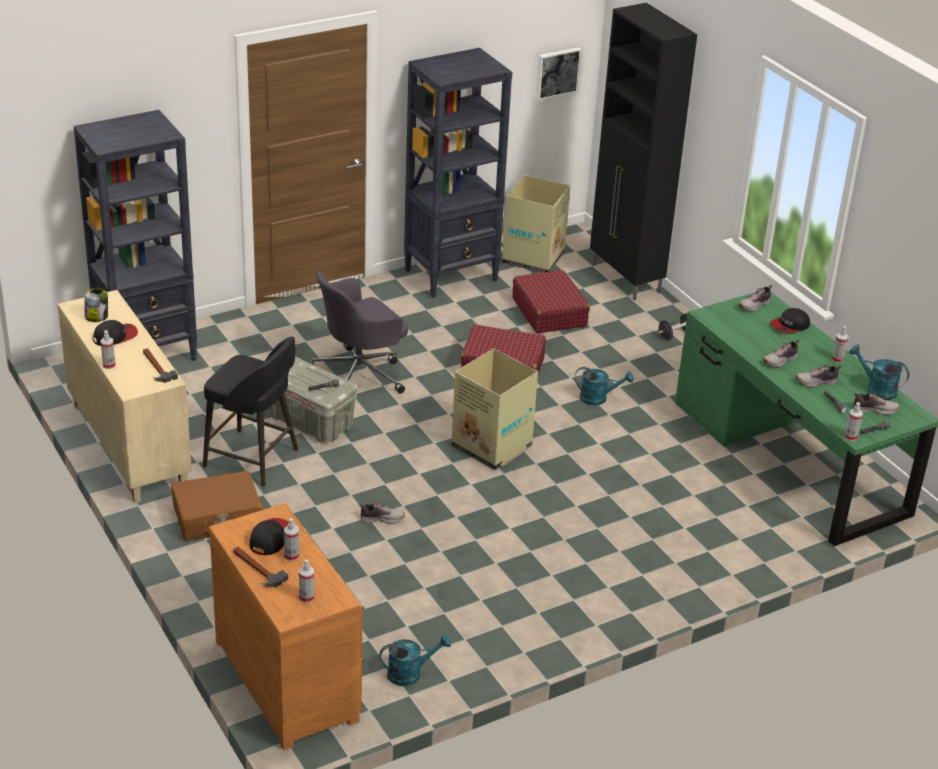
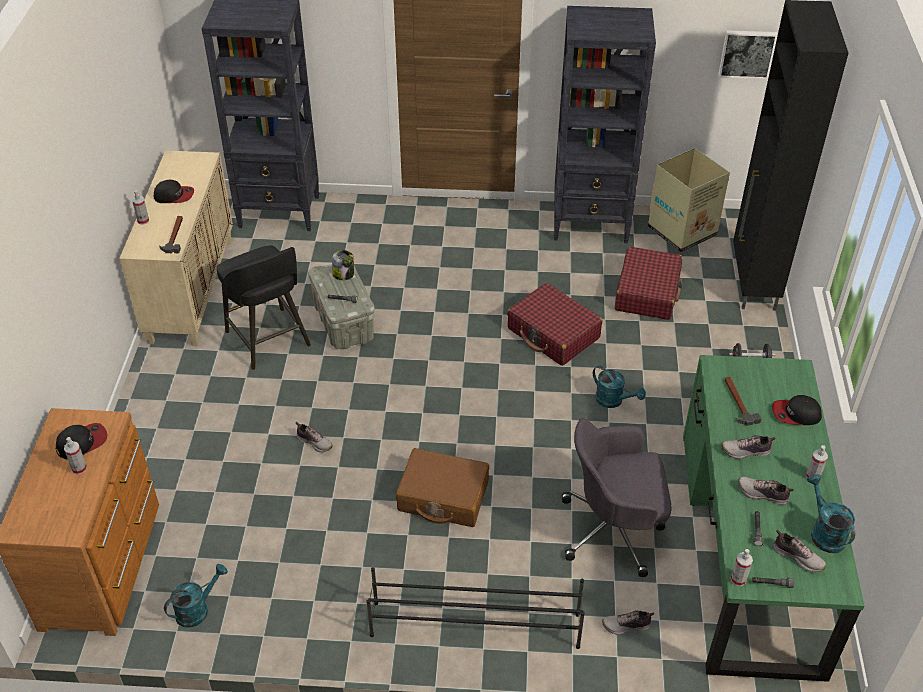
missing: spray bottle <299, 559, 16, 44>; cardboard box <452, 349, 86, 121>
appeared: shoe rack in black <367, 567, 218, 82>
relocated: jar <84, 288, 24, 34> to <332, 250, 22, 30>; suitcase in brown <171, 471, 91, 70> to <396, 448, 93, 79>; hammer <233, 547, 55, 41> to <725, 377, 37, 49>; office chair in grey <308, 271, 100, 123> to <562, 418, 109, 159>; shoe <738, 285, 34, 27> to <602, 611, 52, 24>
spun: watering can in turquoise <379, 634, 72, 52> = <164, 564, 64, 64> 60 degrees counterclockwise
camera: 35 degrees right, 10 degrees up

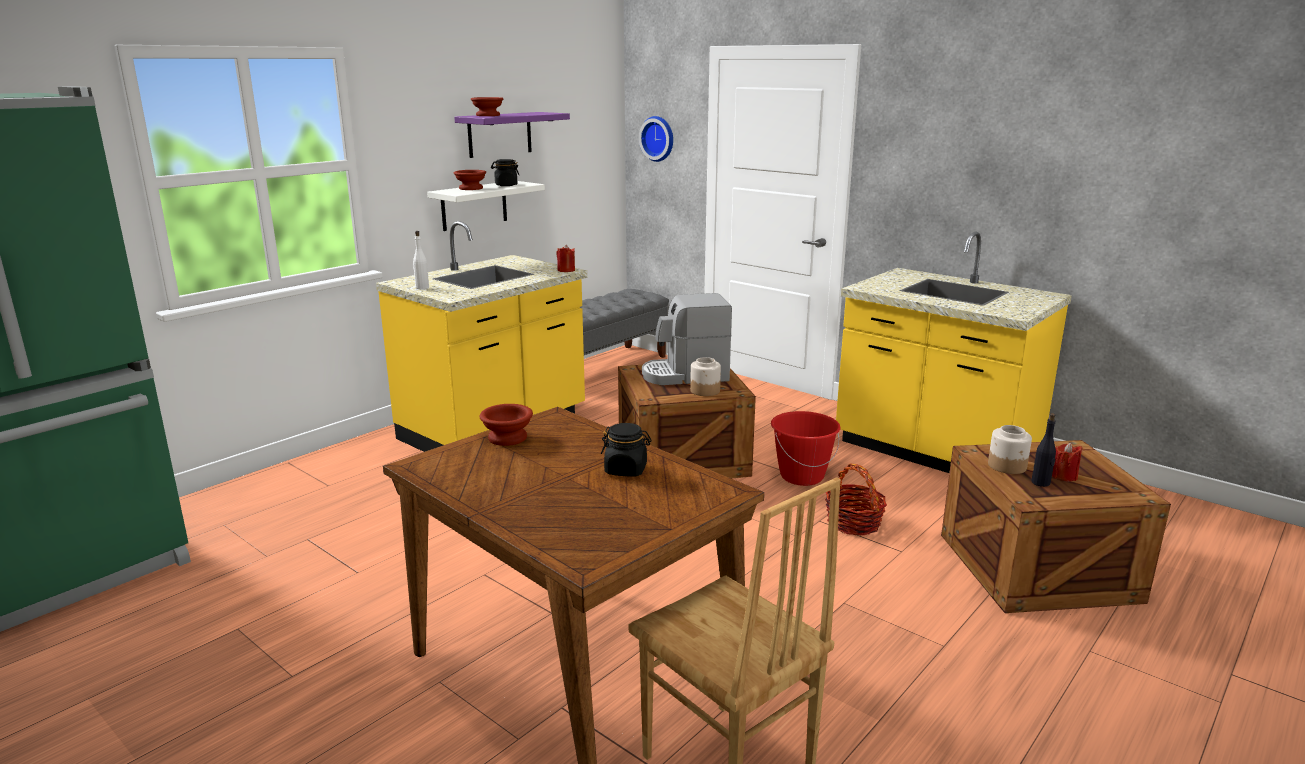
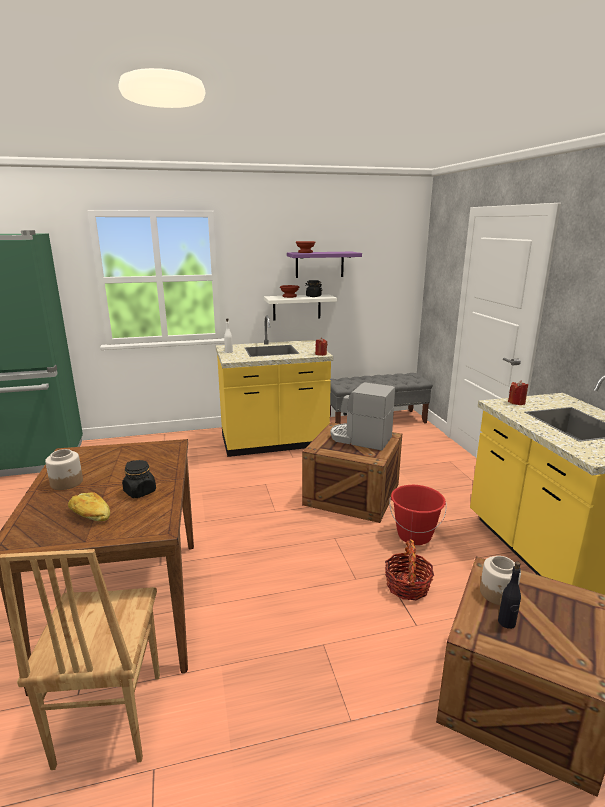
missing: bowl in brown <480, 404, 53, 42>; wall clock <639, 116, 34, 46>
appeared: bread <68, 492, 42, 29>
relocated: jar <690, 357, 31, 39> to <45, 449, 38, 41>; candle in red <1052, 442, 30, 40> to <508, 380, 20, 25>
camera: 35 degrees right, 0 degrees up

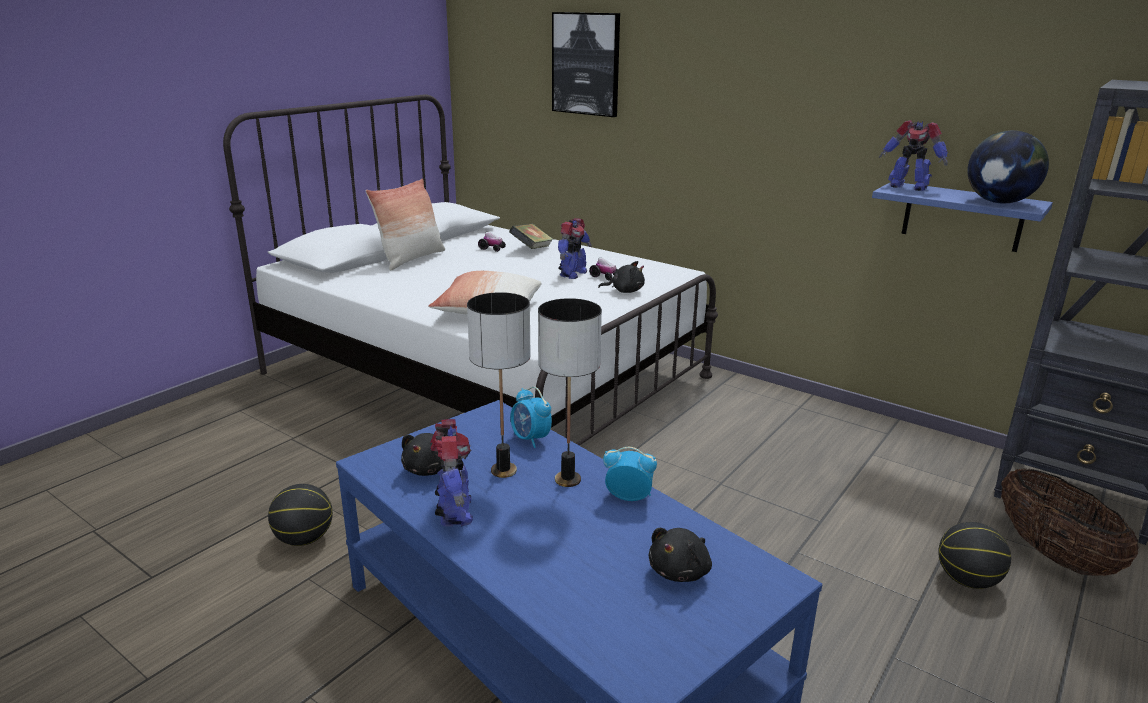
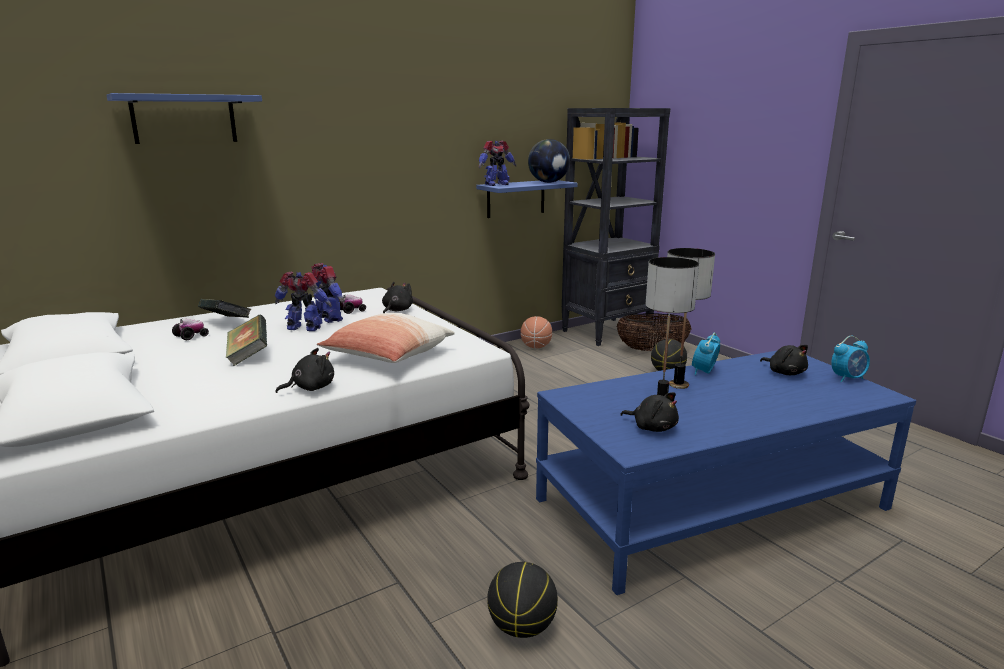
missing: pillow <366, 178, 79, 93>
appeared: book <226, 314, 41, 52>; plush toy in black <275, 348, 59, 45>; basketball <521, 316, 31, 32>
relocated: toy robot <431, 419, 42, 108> to <275, 271, 57, 60>; alarm clock <511, 387, 41, 61> to <831, 336, 39, 46>
exchanged: picture <552, 12, 68, 105> to shelf in blue <106, 93, 156, 51>
camera: 70 degrees left, 5 degrees down

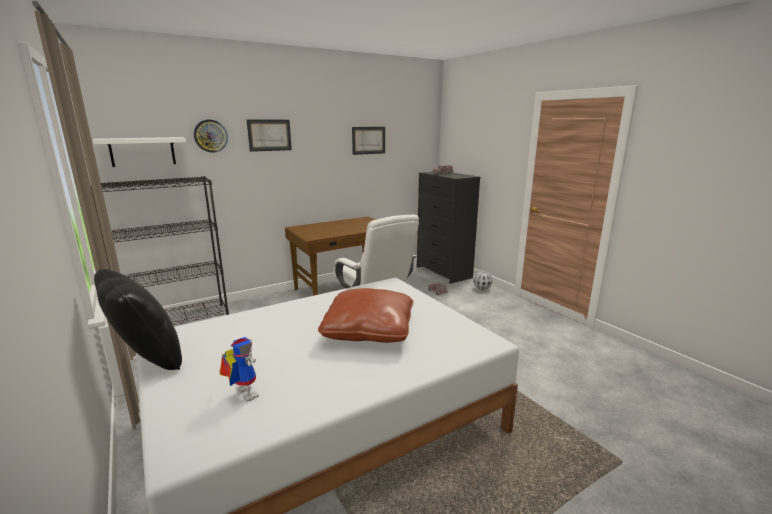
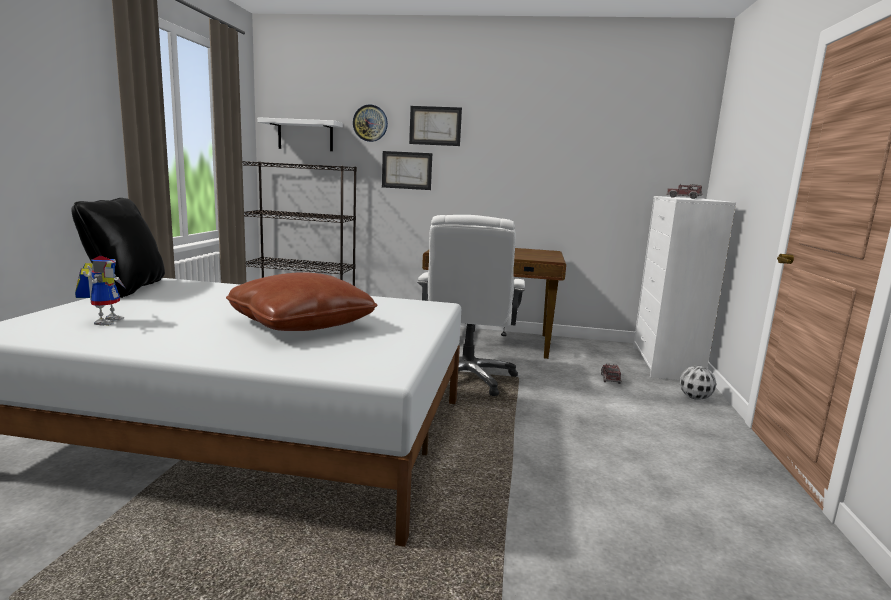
relocated: picture <352, 127, 33, 28> to <382, 151, 50, 39>
colour: dresser in black <417, 172, 64, 112> to dresser in white <633, 196, 103, 184>
camera: 40 degrees right, 5 degrees down

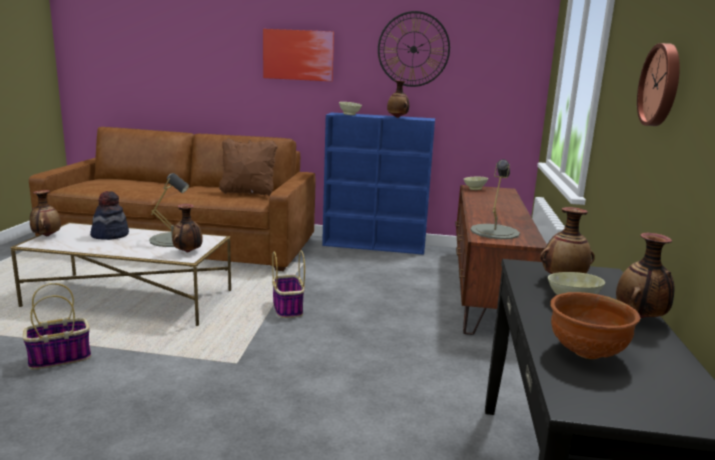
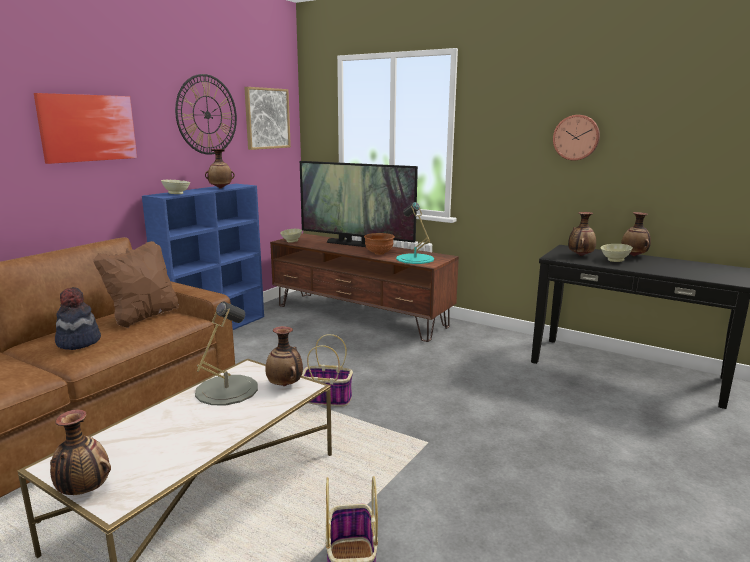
appeared: picture <244, 87, 47, 63>; television <300, 161, 118, 86>
relocated: hat <90, 191, 39, 49> to <55, 287, 46, 63>; bowl in brown <550, 292, 90, 67> to <364, 233, 31, 22>
colour: table lamp in grey <470, 159, 50, 80> to table lamp in turquoise <396, 202, 38, 62>
camera: 65 degrees left, 0 degrees up

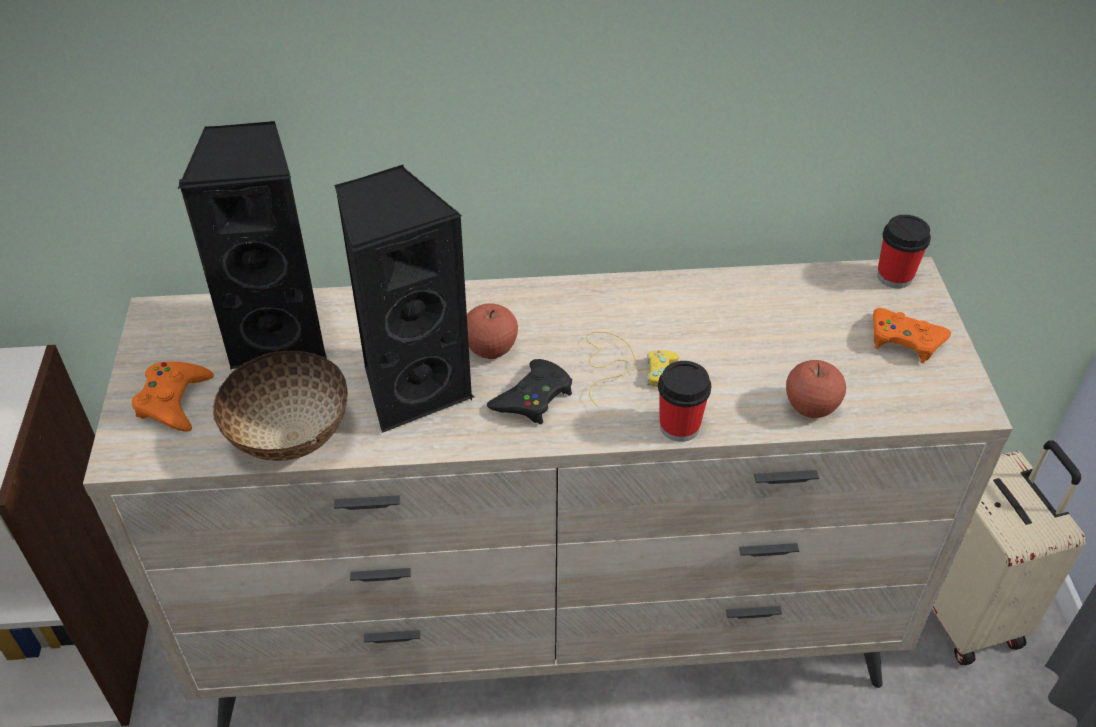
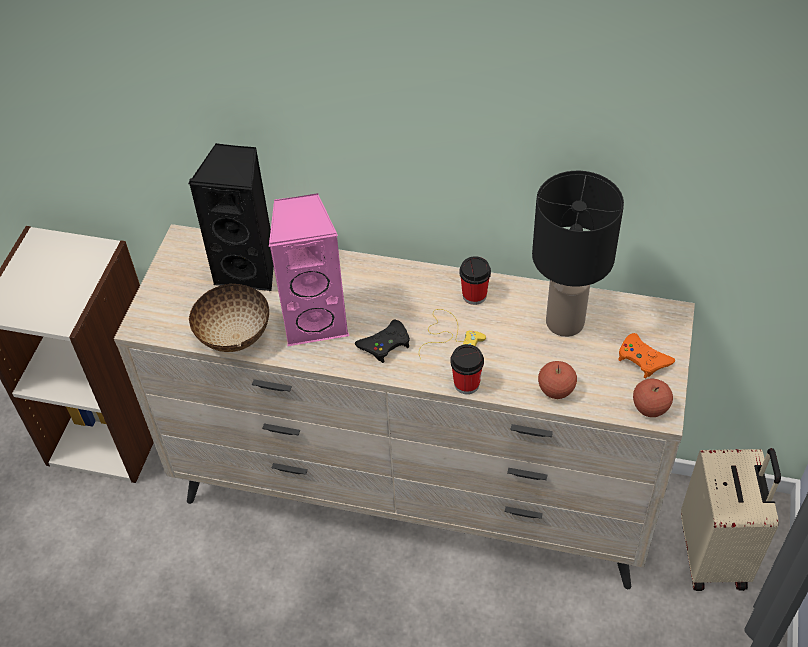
missing: game controller in orange <132, 362, 82, 70>
appeared: table lamp in black <532, 171, 92, 166>
relocated: apple <467, 303, 51, 56> to <633, 379, 40, 38>; cup <877, 215, 54, 73> to <459, 256, 32, 49>
colour: speaker in black <334, 165, 140, 268> to speaker in pink <269, 193, 80, 153>
camera: 20 degrees right, 5 degrees up

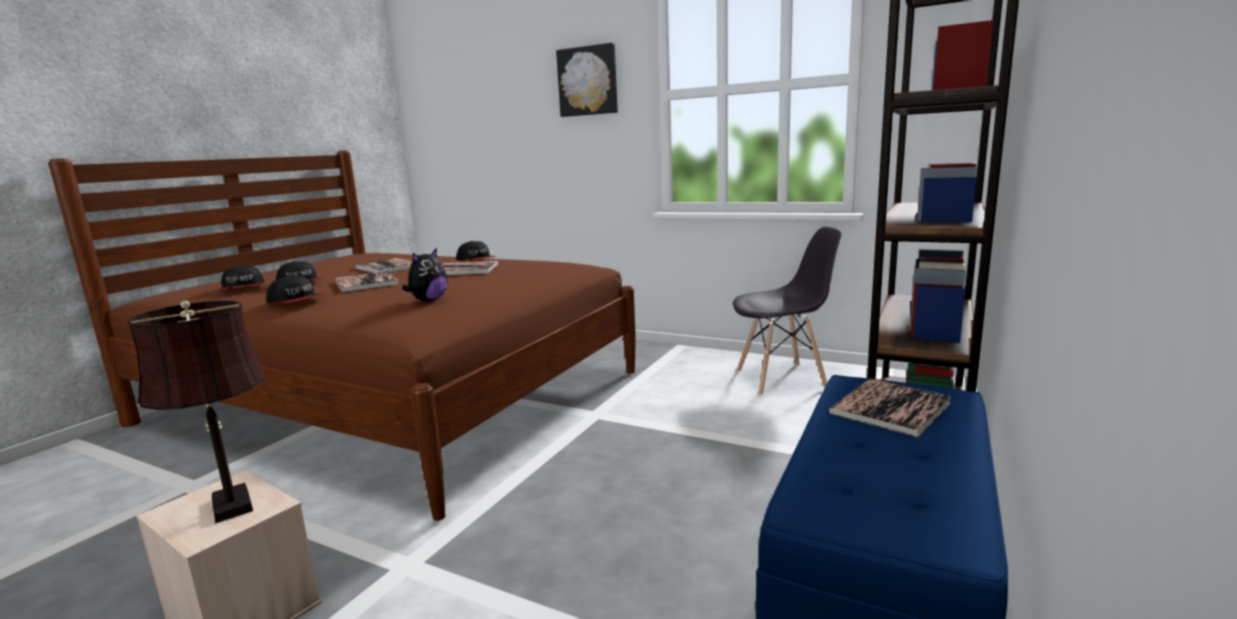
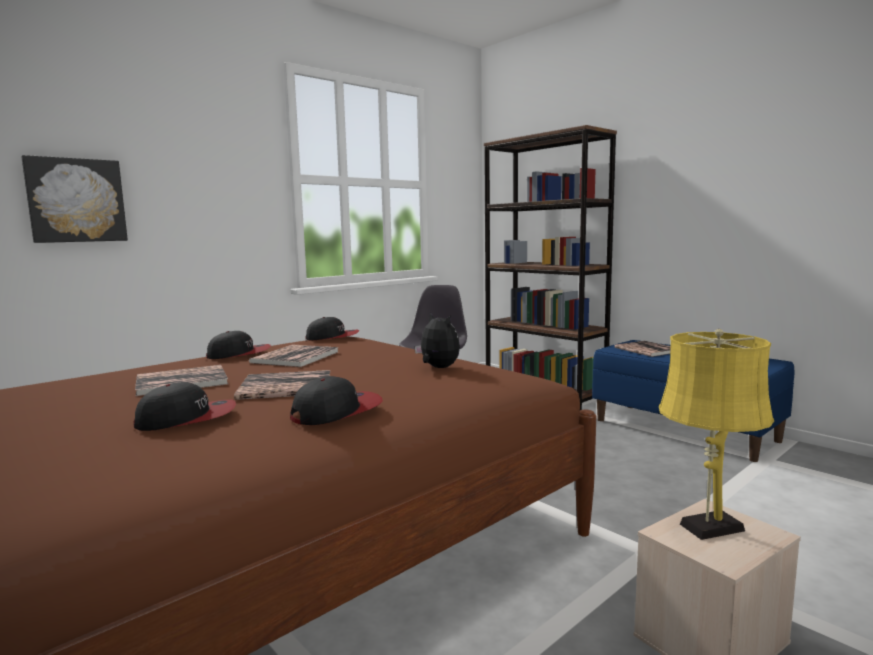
relocated: cap <219, 265, 45, 25> to <305, 317, 54, 23>; picture <556, 43, 62, 74> to <21, 155, 107, 88>
colour: table lamp in brown <127, 300, 139, 223> to table lamp in yellow <659, 329, 115, 211>
camera: 70 degrees left, 5 degrees down

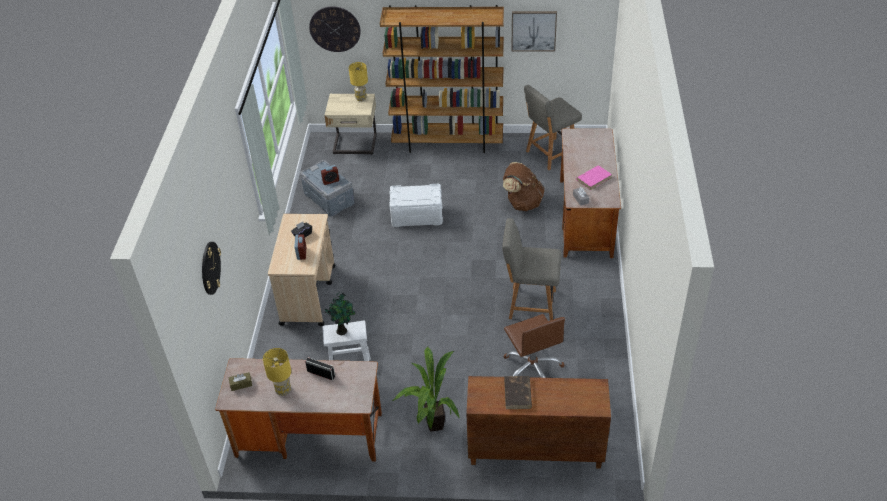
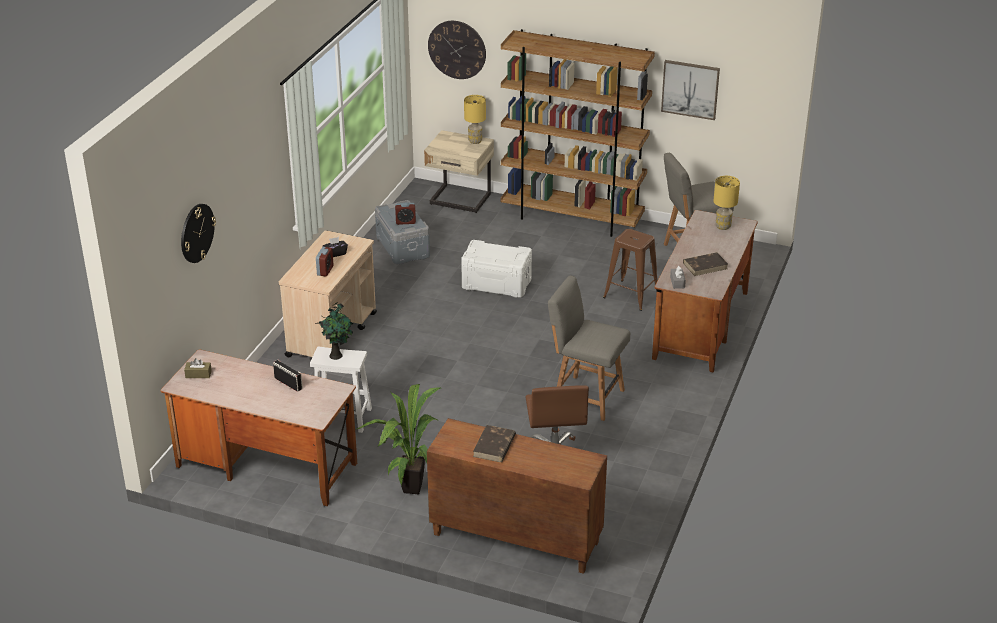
relocated: table lamp in yellow <263, 348, 28, 48> to <713, 176, 27, 54>
exchanged: backpack in brown <503, 162, 42, 49> to stool in brown <603, 229, 55, 82>
colour: book in pink <576, 165, 36, 25> to book in brown <683, 252, 45, 24>
camera: 15 degrees right, 10 degrees down

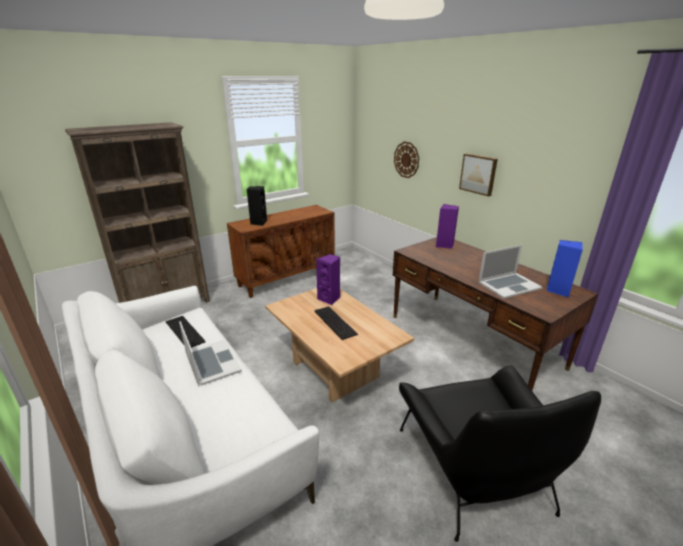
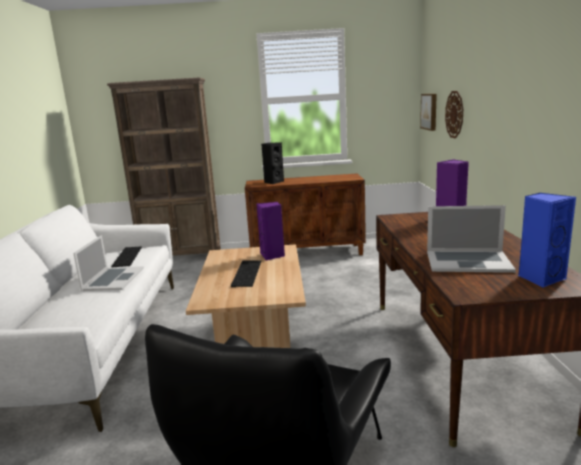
relocated: picture <459, 153, 39, 44> to <420, 94, 17, 37>
camera: 35 degrees right, 10 degrees down

